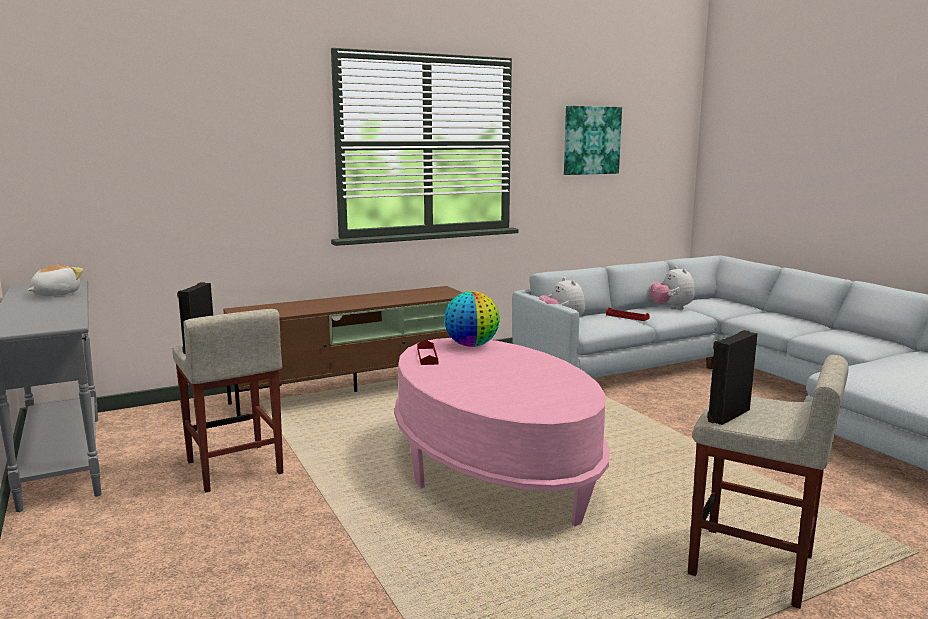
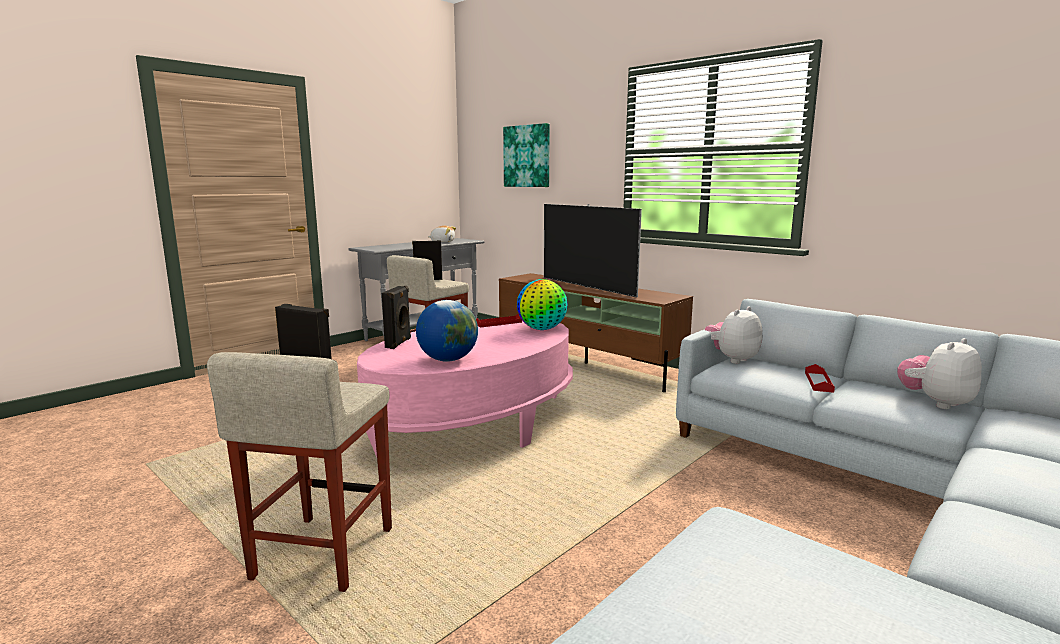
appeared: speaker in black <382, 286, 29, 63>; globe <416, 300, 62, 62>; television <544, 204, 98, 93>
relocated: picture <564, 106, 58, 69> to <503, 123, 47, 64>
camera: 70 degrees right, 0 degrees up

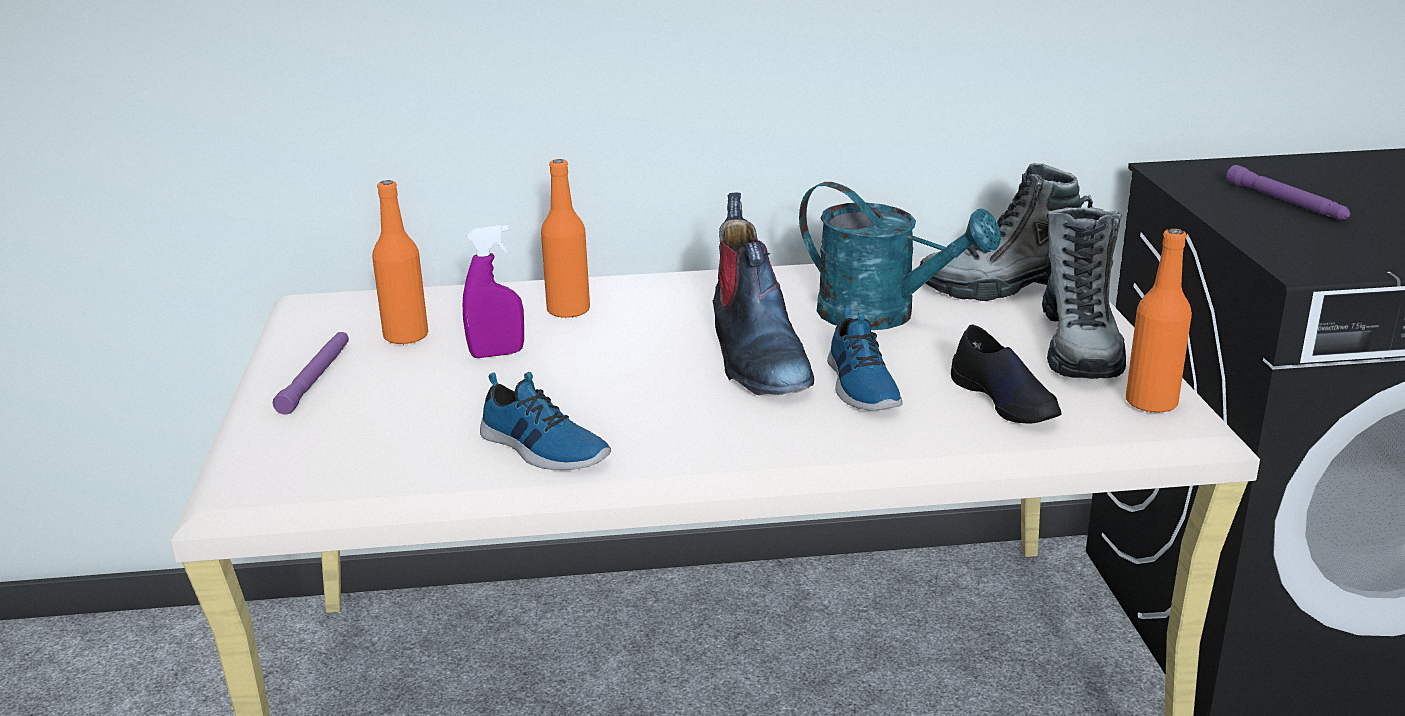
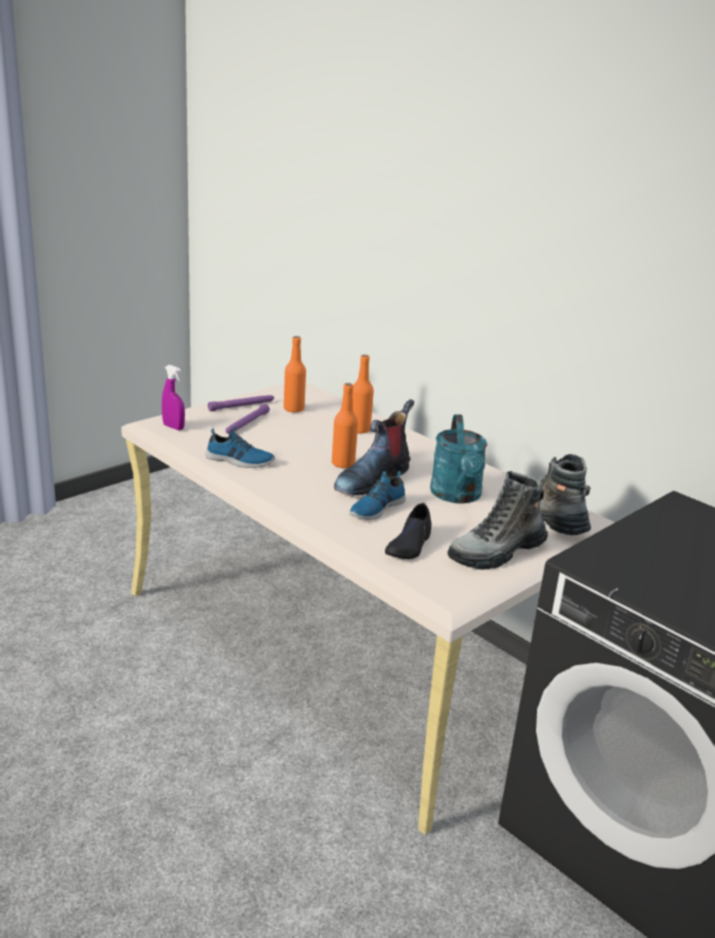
relocated: spray bottle in purple <463, 225, 61, 133> to <162, 365, 23, 65>; bottle in orange <1126, 229, 66, 184> to <332, 383, 26, 86>; flashlight in purple <1226, 165, 124, 55> to <225, 404, 45, 30>
spun: shoe <480, 372, 131, 98> = <206, 426, 69, 42> 75 degrees counterclockwise
camera: 50 degrees right, 0 degrees up

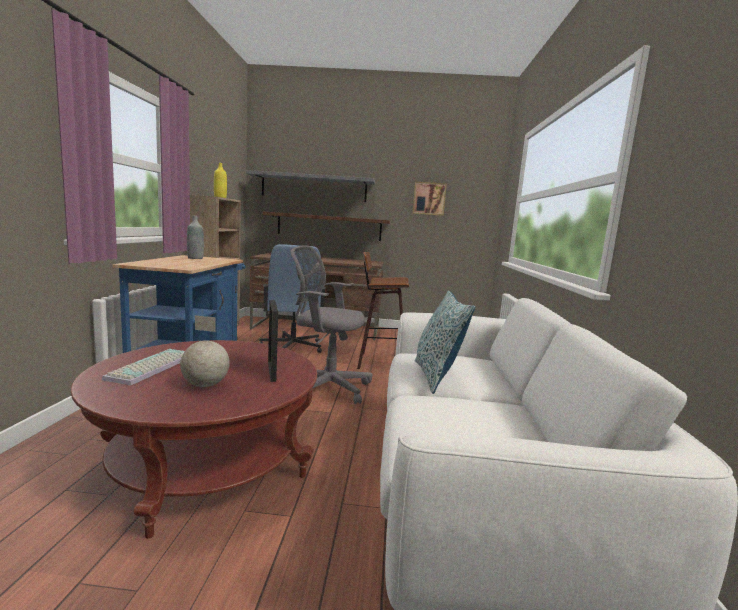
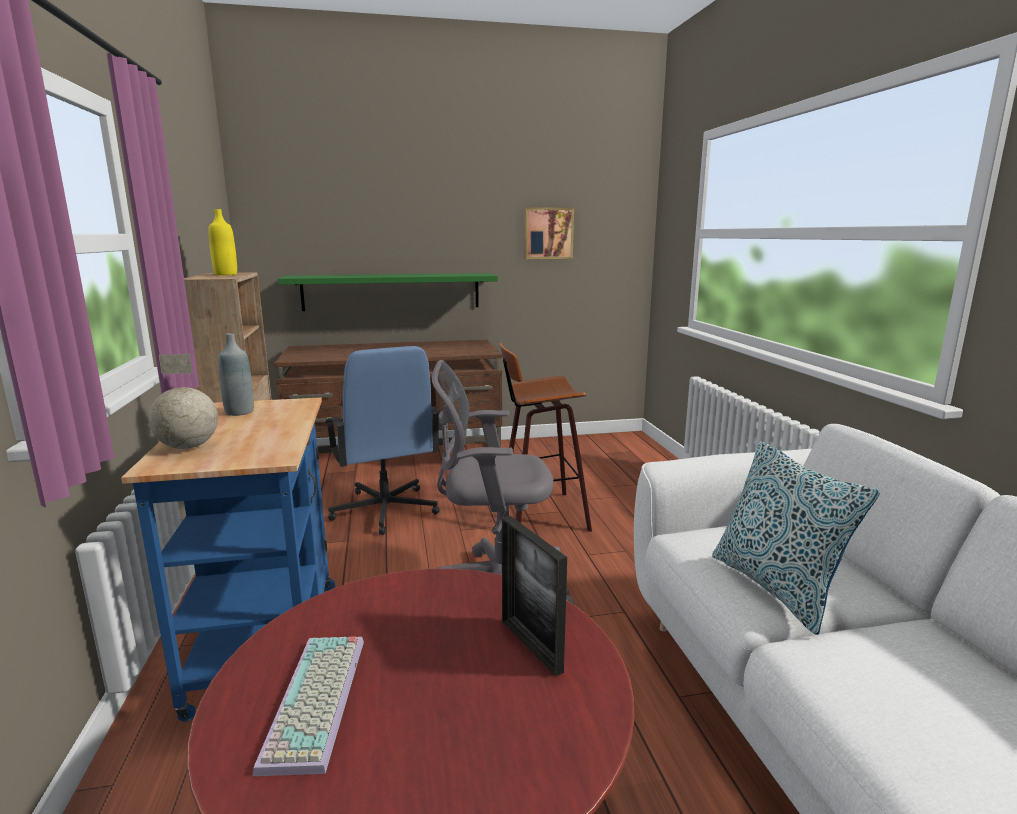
missing: shelf in grey <246, 170, 129, 32>
relocated: globe <180, 315, 50, 72> to <148, 354, 70, 95>
colour: shelf in brown <263, 212, 127, 29> to shelf in green <278, 273, 220, 38>
camera: 15 degrees left, 5 degrees up

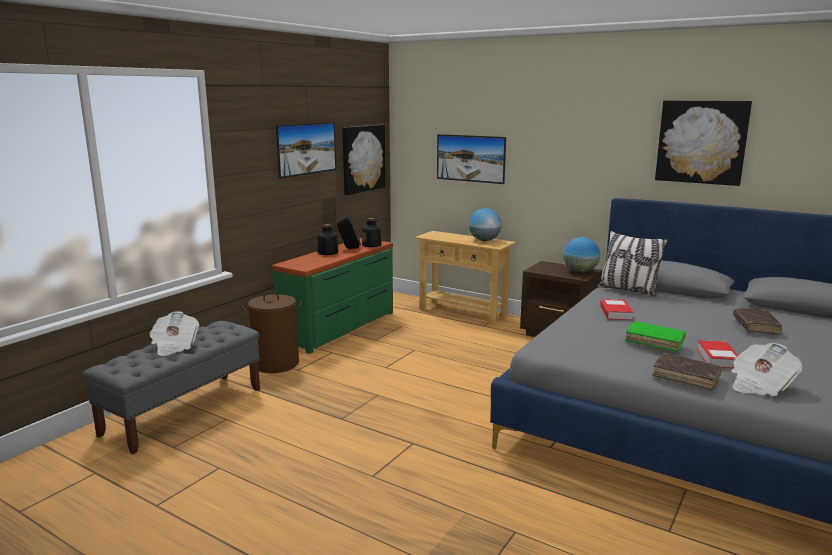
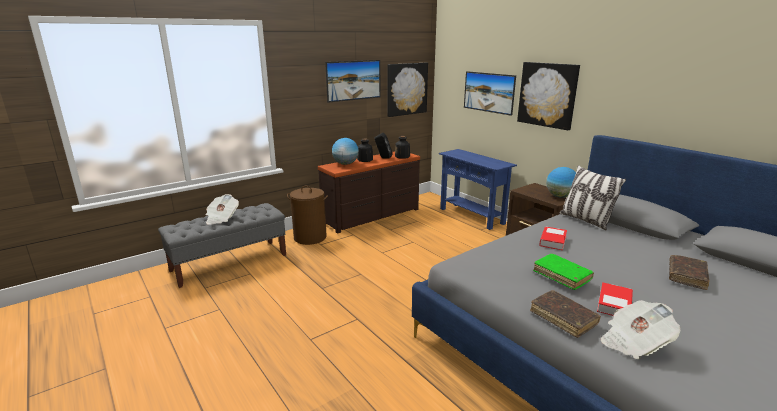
relocated: globe <469, 208, 33, 33> to <332, 138, 27, 27>; picture <655, 101, 97, 85> to <517, 62, 63, 68>
colour: dresser in green <272, 238, 121, 116> to dresser in brown <318, 151, 102, 83>; console table in beige <414, 231, 102, 94> to console table in blue <439, 149, 78, 81>
camera: 20 degrees right, 5 degrees up

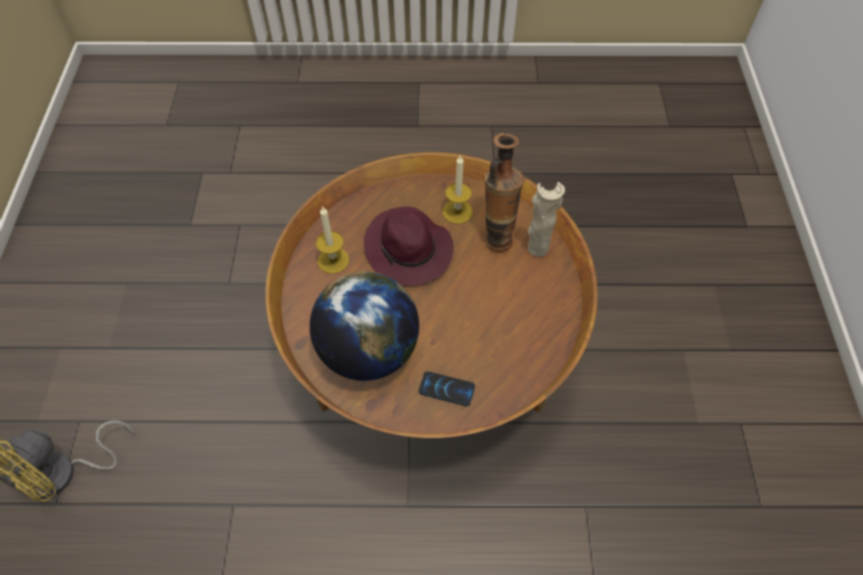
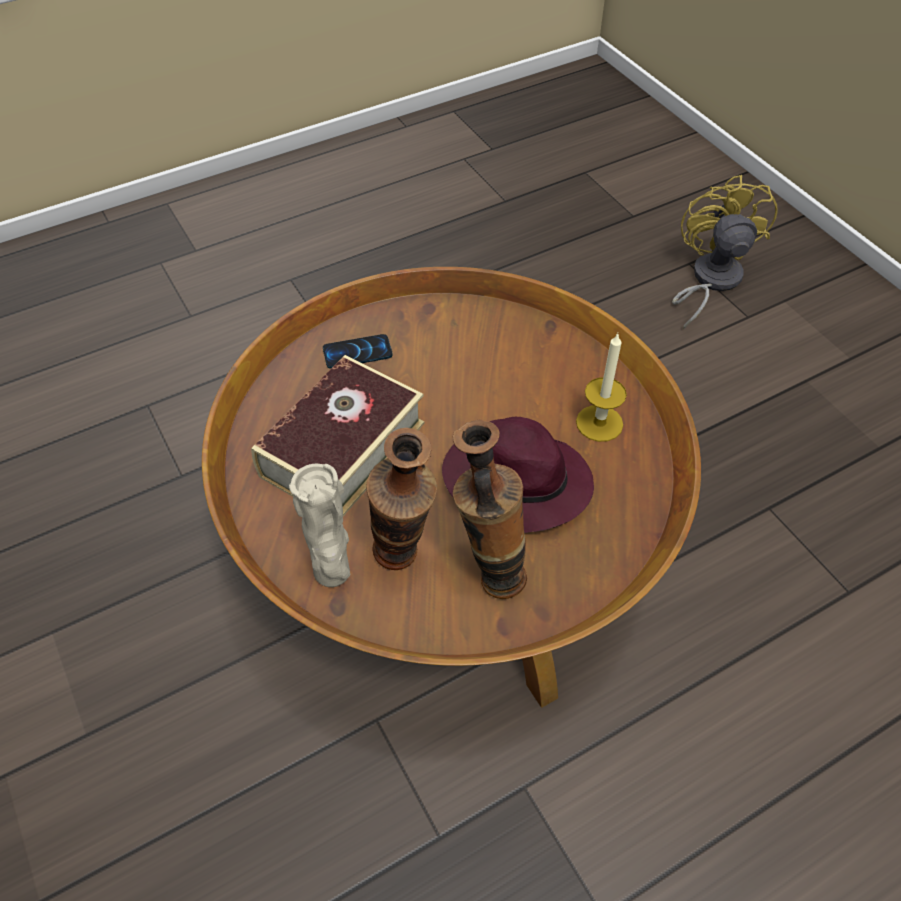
missing: globe <310, 271, 109, 110>
appeared: book <251, 355, 173, 161>
exchanged: candle <443, 155, 30, 69> to vase <453, 419, 74, 180>
camera: 150 degrees right, 5 degrees down

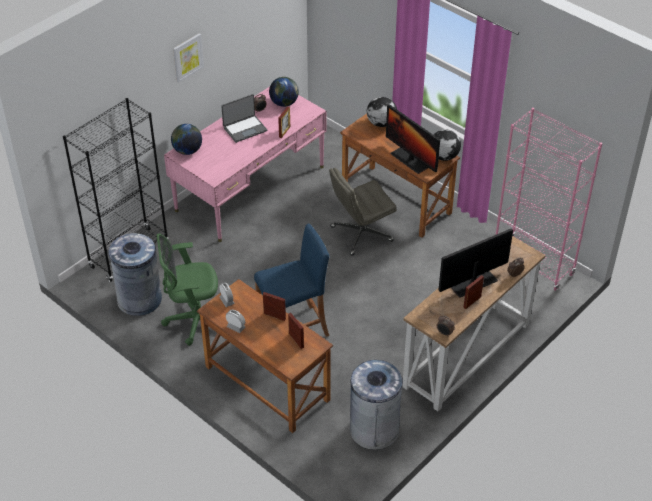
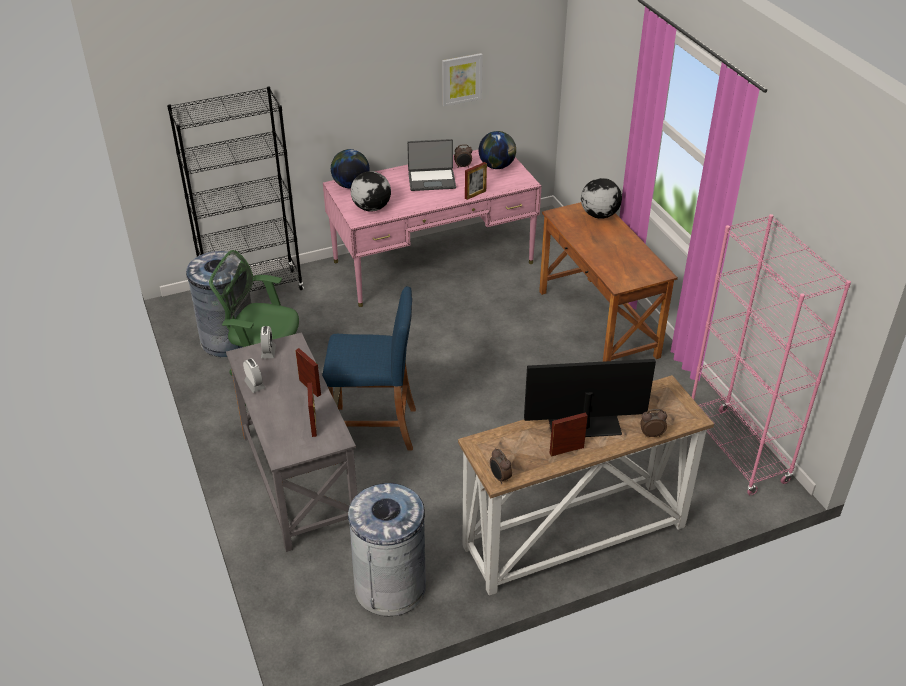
missing: office chair in grey <329, 168, 68, 88>; monitor <386, 104, 54, 70>
relocated: picture <173, 33, 31, 50> to <442, 53, 41, 53>; globe <434, 129, 27, 32> to <351, 171, 40, 41>
colour: desk in brown <197, 279, 136, 154> to desk in grey <226, 332, 131, 220>
camera: 25 degrees right, 5 degrees down

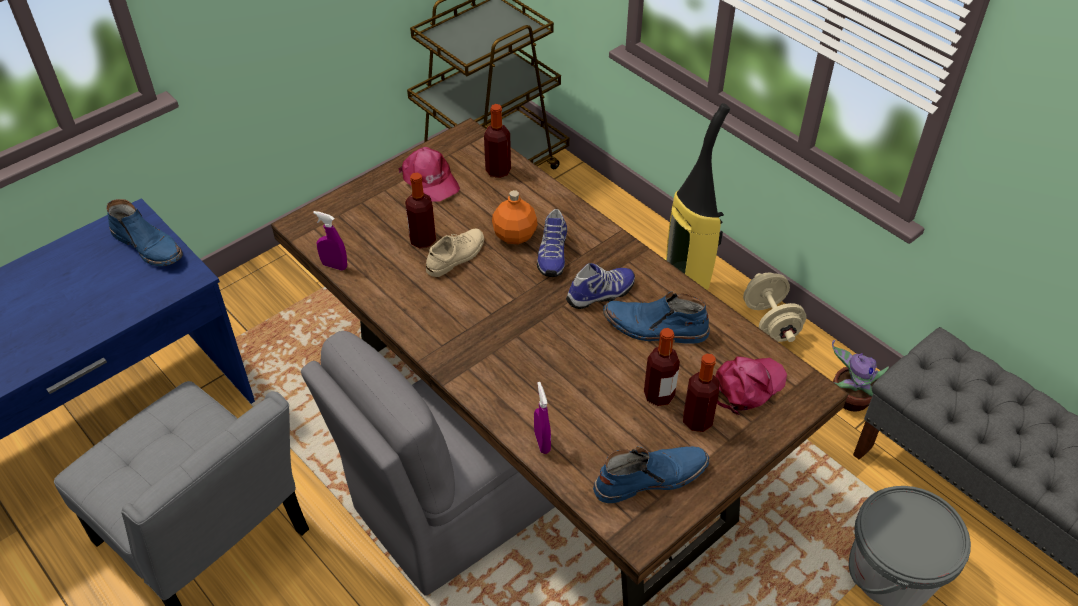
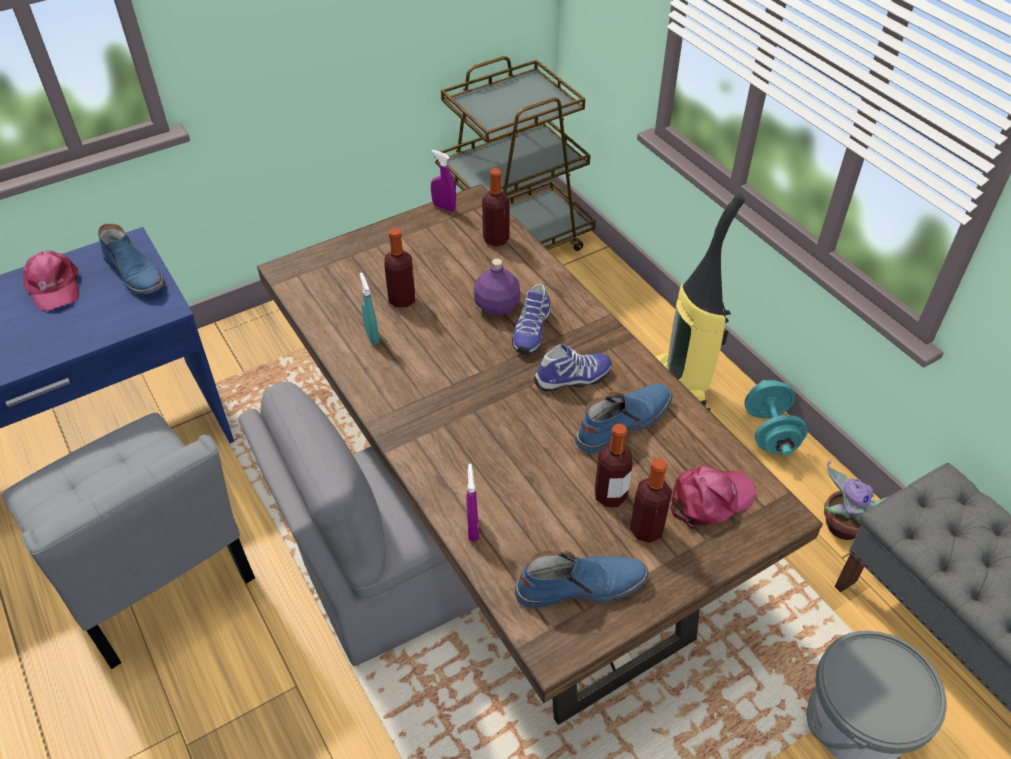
missing: shoe in beige <426, 229, 58, 48>
appeared: spray bottle in turquoise <360, 273, 19, 71>
relocated: spray bottle in purple <313, 211, 34, 60> to <431, 150, 25, 62>; cap in pink <398, 147, 62, 55> to <23, 251, 57, 60>
colour: bottle in orange <492, 190, 46, 54> to bottle in purple <474, 259, 46, 57>; dumbbell in beige <743, 273, 63, 69> to dumbbell in turquoise <744, 380, 64, 76>
spun: boot in blue <603, 291, 106, 53> = <575, 384, 97, 69> 120 degrees clockwise
camera: 10 degrees right, 0 degrees up

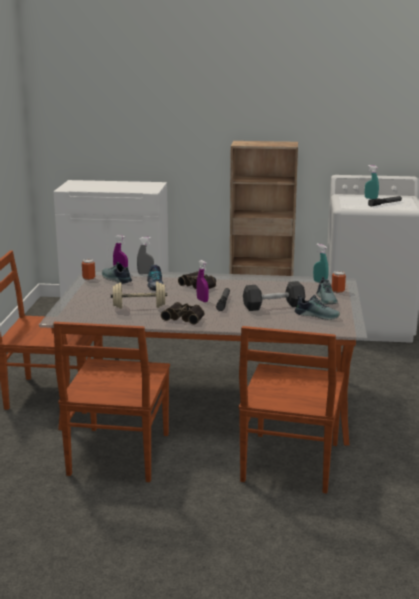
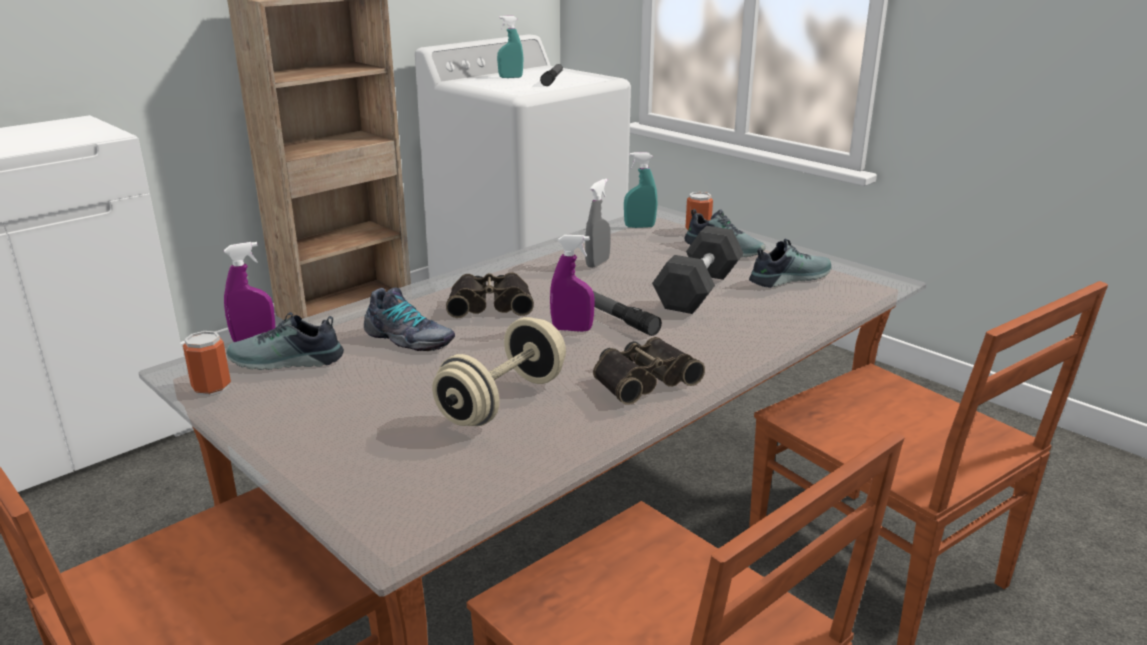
relocated: spray bottle in grey <137, 237, 17, 37> to <585, 179, 26, 89>
camera: 50 degrees left, 5 degrees up

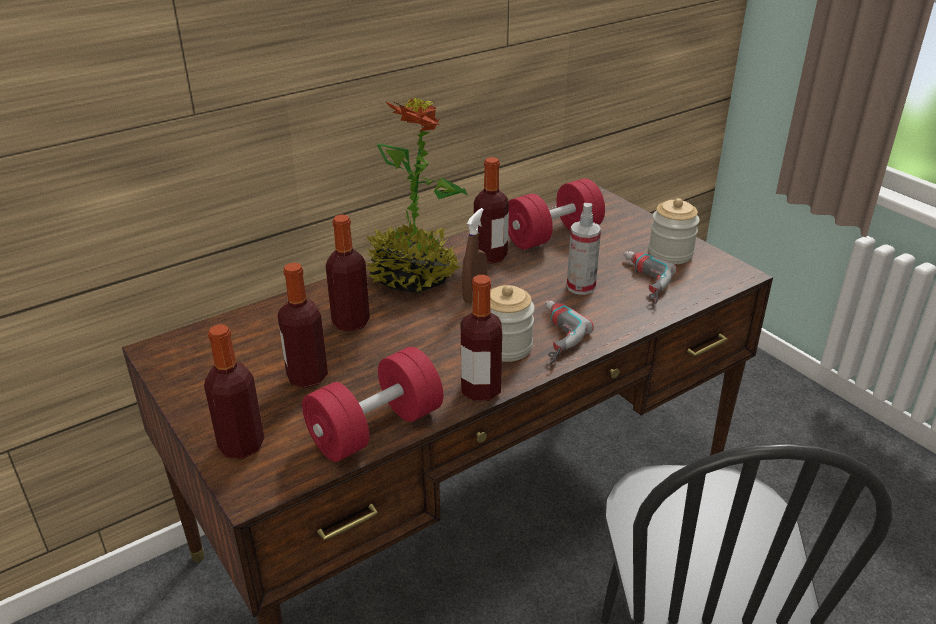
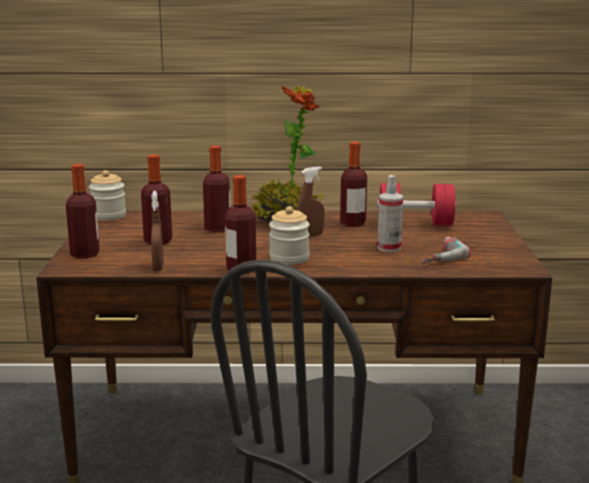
missing: power drill <545, 300, 49, 64>
relocated: jar <649, 198, 51, 66> to <89, 170, 37, 51>
exchanged: dumbbell in red <302, 347, 141, 115> to spray bottle in brown <151, 191, 13, 80>
camera: 35 degrees right, 15 degrees down

